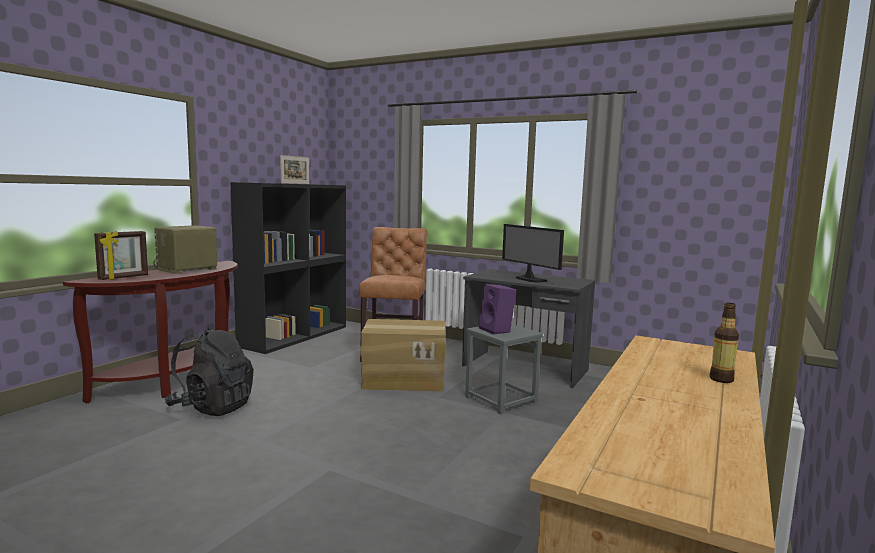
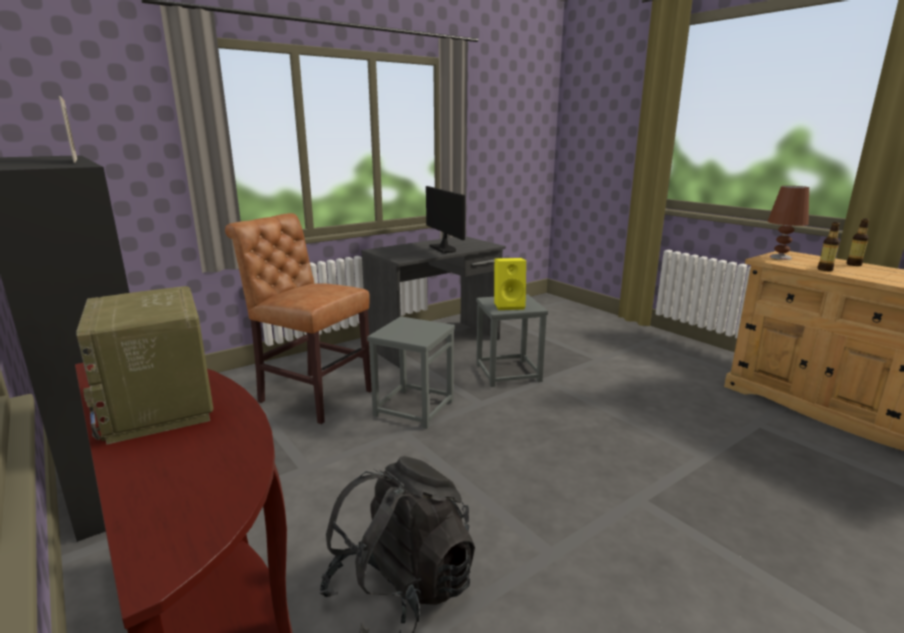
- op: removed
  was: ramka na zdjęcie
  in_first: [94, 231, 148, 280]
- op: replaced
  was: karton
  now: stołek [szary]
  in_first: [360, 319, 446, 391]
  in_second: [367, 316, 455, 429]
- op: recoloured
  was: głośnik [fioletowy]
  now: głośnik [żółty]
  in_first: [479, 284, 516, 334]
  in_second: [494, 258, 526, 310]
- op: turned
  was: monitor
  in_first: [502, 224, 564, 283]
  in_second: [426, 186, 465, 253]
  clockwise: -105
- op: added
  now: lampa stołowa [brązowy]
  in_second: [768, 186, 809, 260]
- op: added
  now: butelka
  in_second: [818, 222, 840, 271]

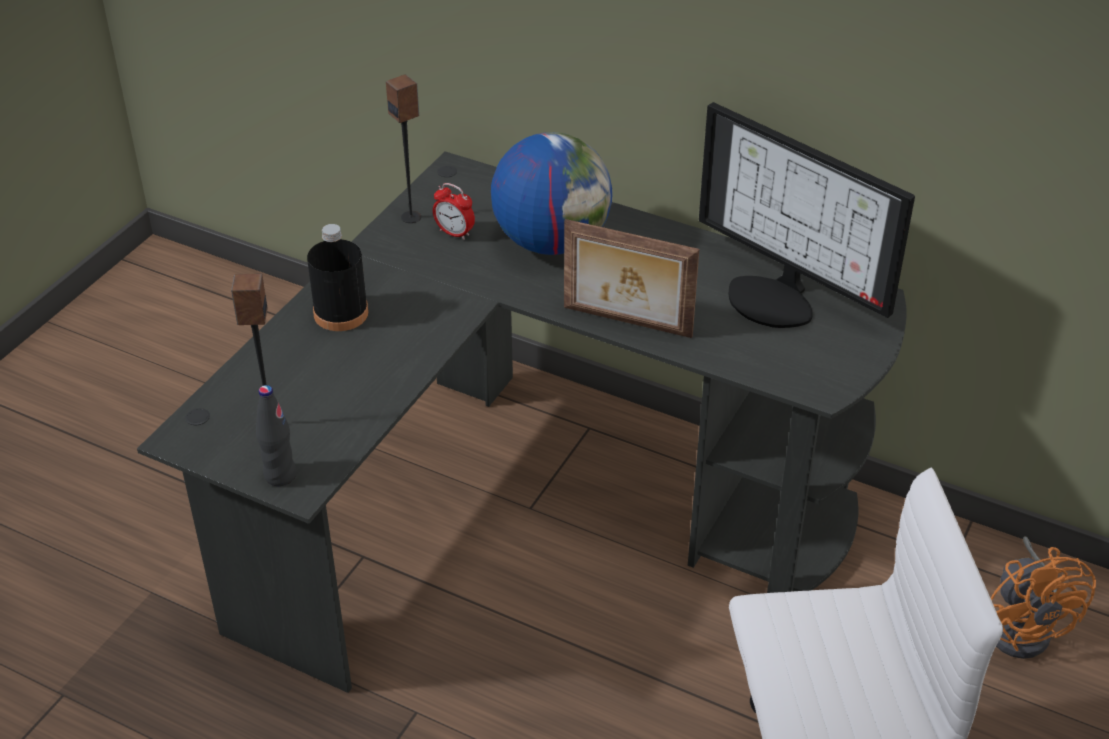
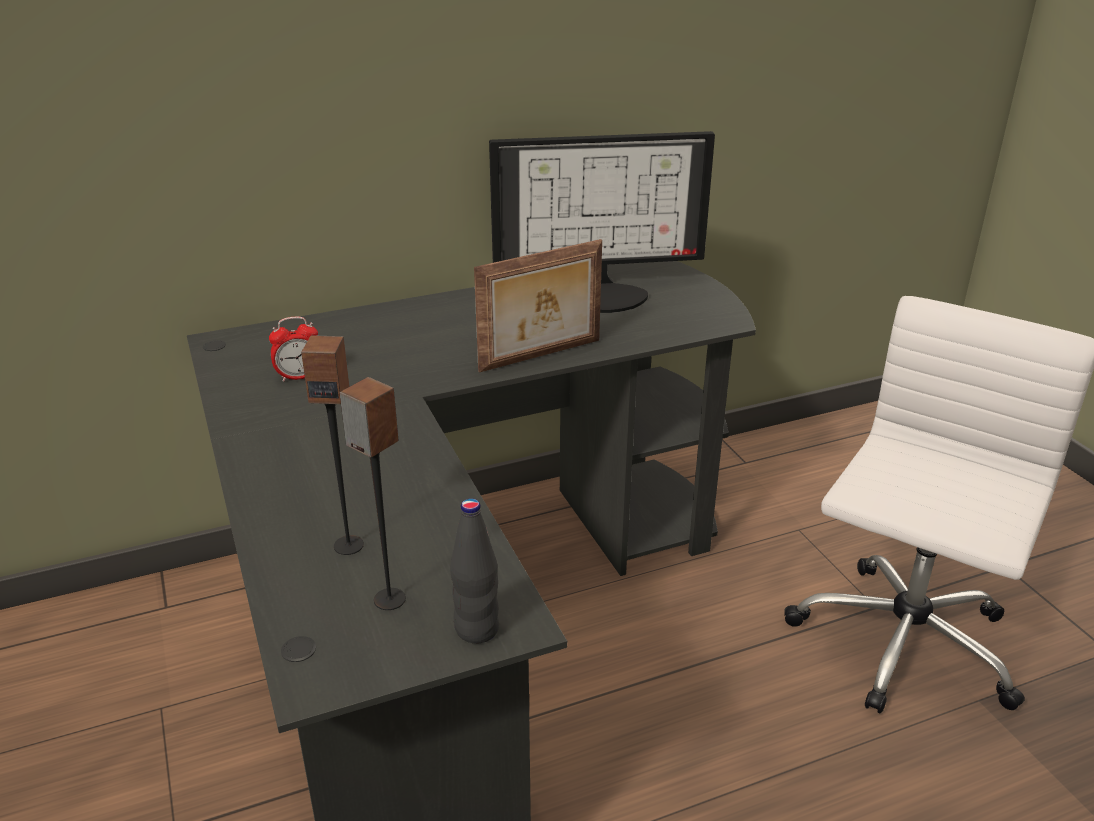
- op: removed
  was: butelka [czarny]
  in_first: [307, 224, 369, 331]
- op: moved
  was: głośnik
  in_first: [386, 74, 421, 223]
  in_second: [301, 335, 364, 555]
- op: removed
  was: globus
  in_first: [491, 132, 613, 255]
- op: removed
  was: wentylator [pomarańczowy]
  in_first: [991, 536, 1096, 659]

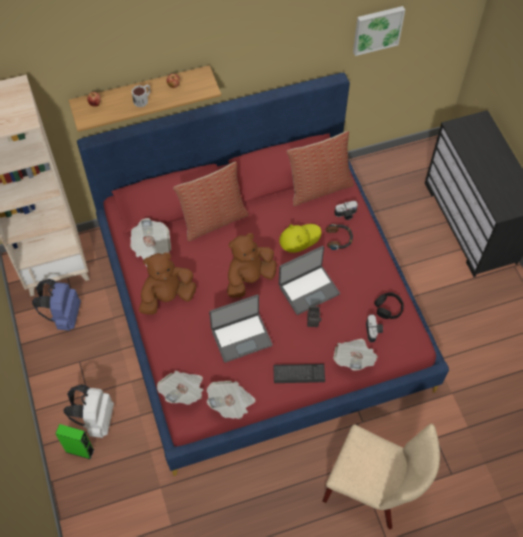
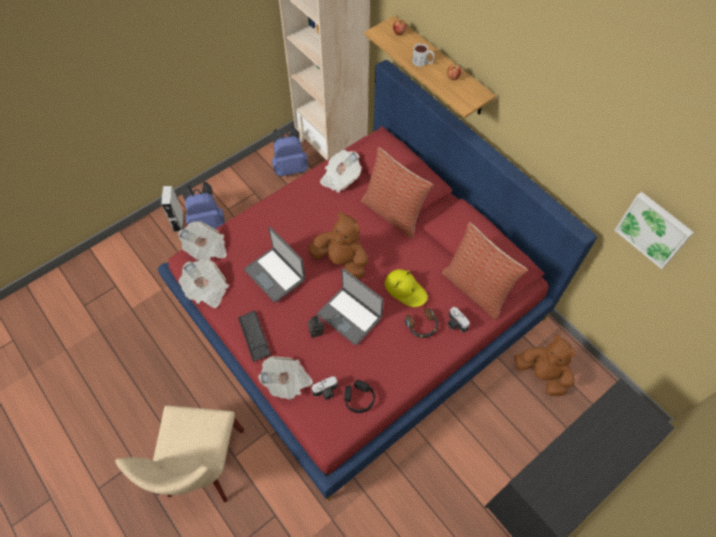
- op: recoloured
  was: głośnik [zielony]
  now: głośnik [szary]
  in_first: [55, 424, 94, 459]
  in_second: [161, 186, 184, 232]
- op: recoloured
  was: plecak [biały]
  now: plecak [niebieski]
  in_first: [63, 384, 114, 438]
  in_second: [182, 182, 225, 229]
- op: moved
  was: pluszak [brązowy]
  in_first: [139, 252, 197, 315]
  in_second: [514, 335, 575, 396]

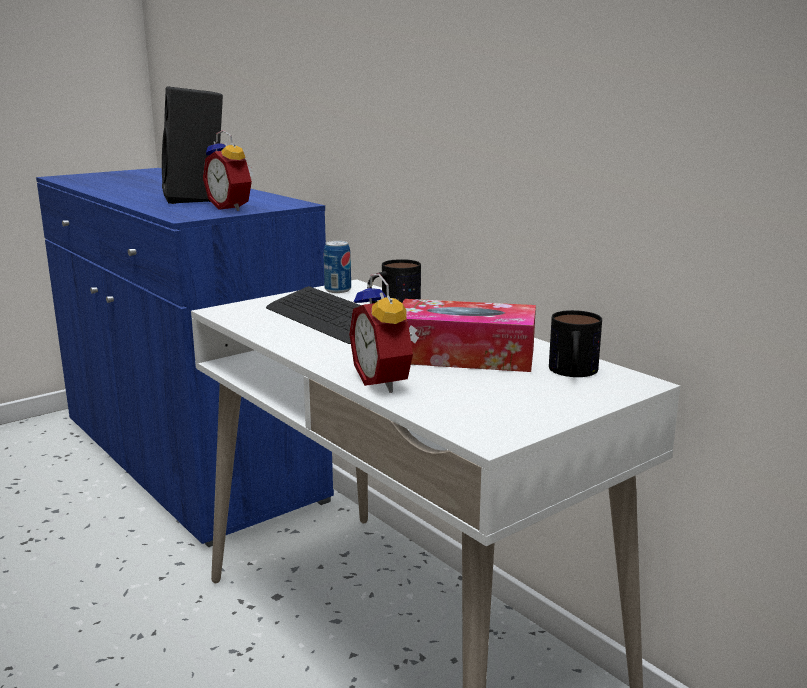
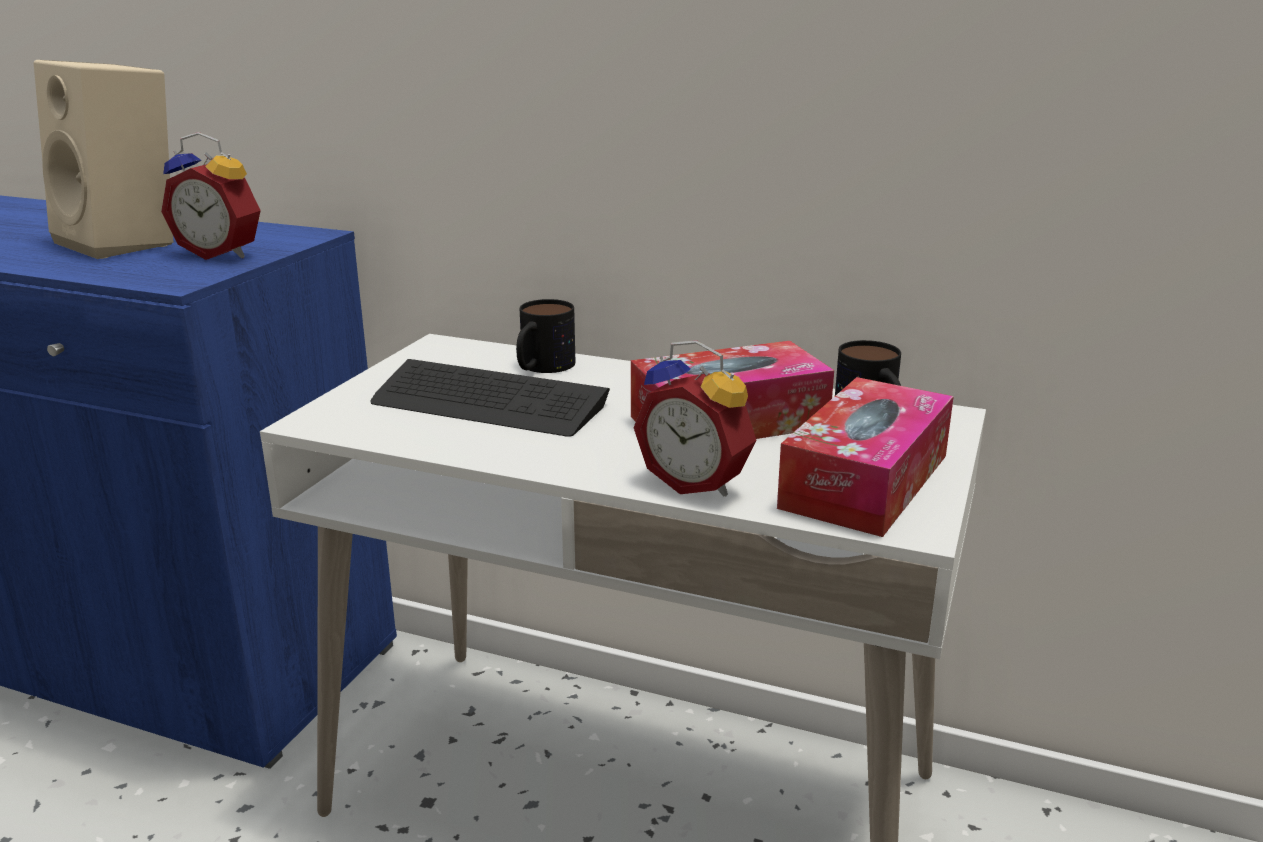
- op: recoloured
  was: głośnik [czarny]
  now: głośnik [beżowy]
  in_first: [162, 86, 223, 204]
  in_second: [34, 60, 173, 259]
- op: removed
  was: puszka
  in_first: [323, 241, 351, 293]
- op: added
  now: pudełko chusteczek
  in_second: [777, 377, 954, 537]

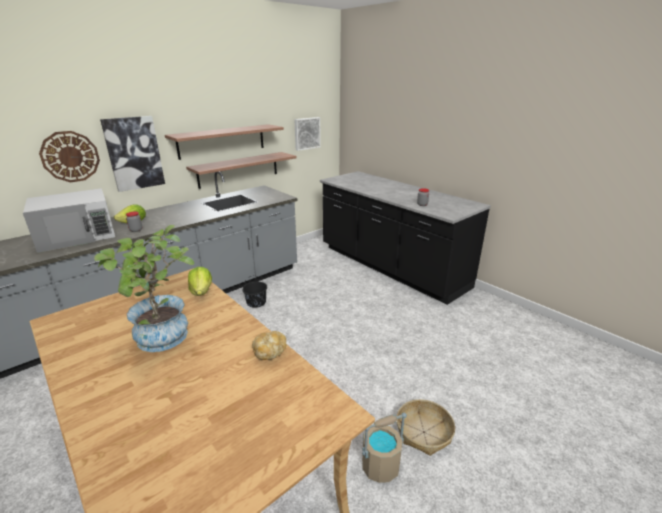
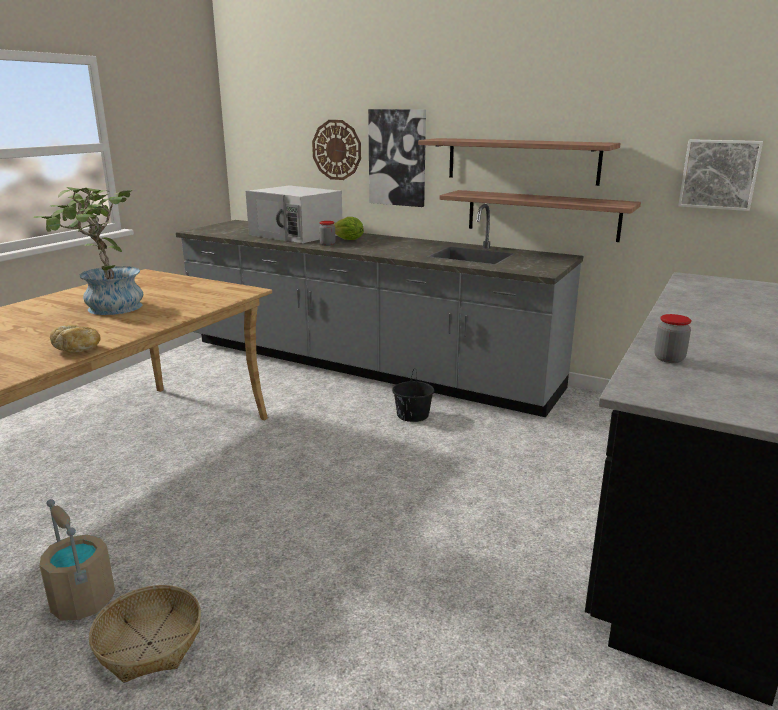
- op: removed
  was: sałata
  in_first: [188, 267, 212, 296]

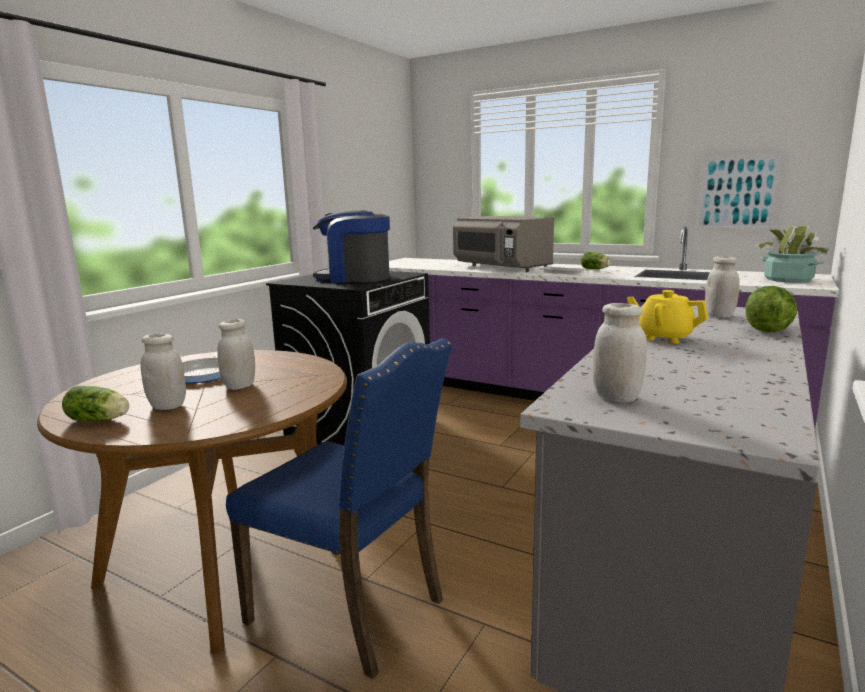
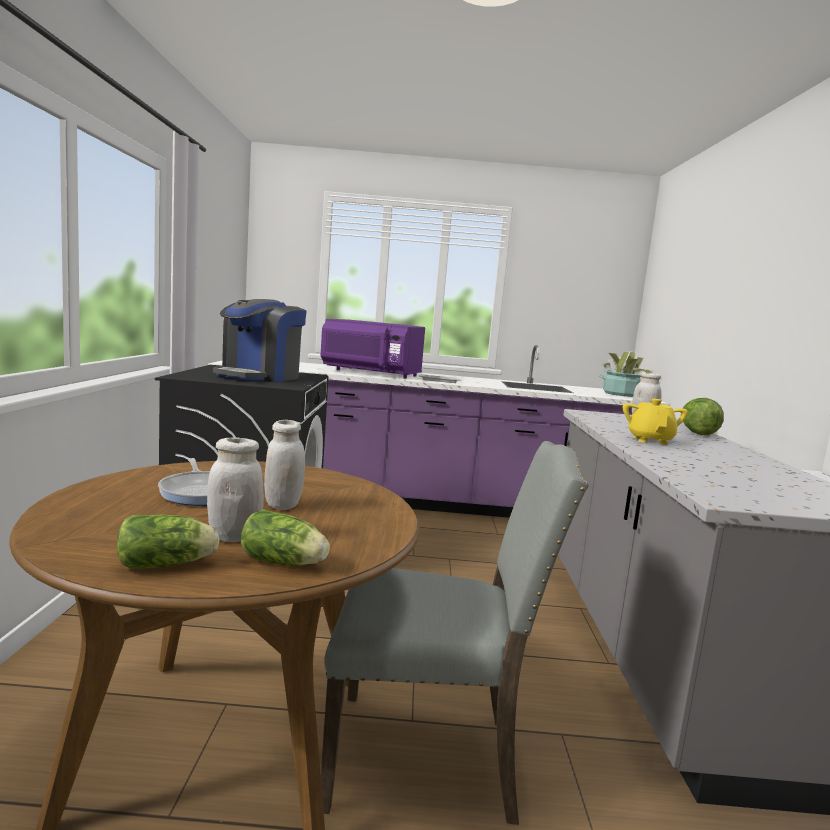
- op: recoloured
  was: krzesło [niebieski]
  now: krzesło [szary]
  in_first: [226, 338, 453, 679]
  in_second: [321, 441, 589, 825]
- op: turned
  was: ekspres do kawy
  in_first: [313, 210, 390, 283]
  in_second: [213, 299, 307, 382]
  clockwise: -45
- op: recoloured
  was: mikrofalówka [szary]
  now: mikrofalówka [fioletowy]
  in_first: [453, 216, 554, 272]
  in_second: [321, 319, 425, 379]
- op: moved
  was: sałata
  in_first: [581, 252, 611, 269]
  in_second: [241, 509, 330, 566]
- op: removed
  was: słoik [biały]
  in_first: [593, 303, 647, 403]
- op: turned
  was: imbryk [żółty]
  in_first: [627, 290, 708, 344]
  in_second: [623, 399, 688, 445]
  clockwise: 90
- op: removed
  was: obraz
  in_first: [696, 154, 783, 229]

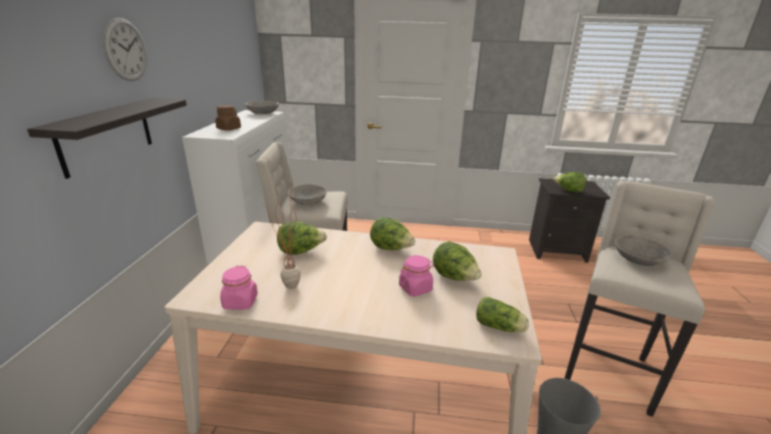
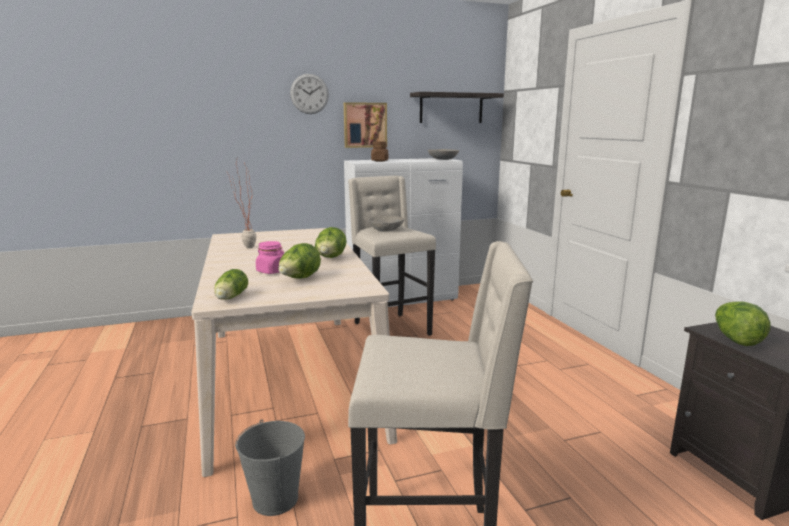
- op: moved
  was: półka
  in_first: [27, 98, 187, 179]
  in_second: [410, 92, 504, 123]
- op: removed
  was: słoik [różowy]
  in_first: [220, 266, 258, 310]
- op: removed
  was: sałata
  in_first: [277, 222, 327, 255]
- op: removed
  was: miska [szary]
  in_first: [615, 236, 672, 266]
- op: added
  now: obraz
  in_second: [344, 102, 387, 148]

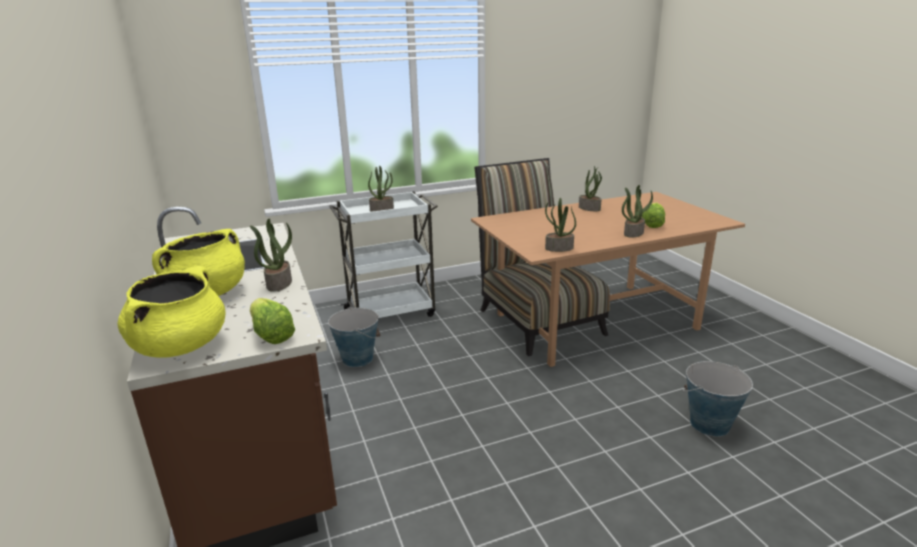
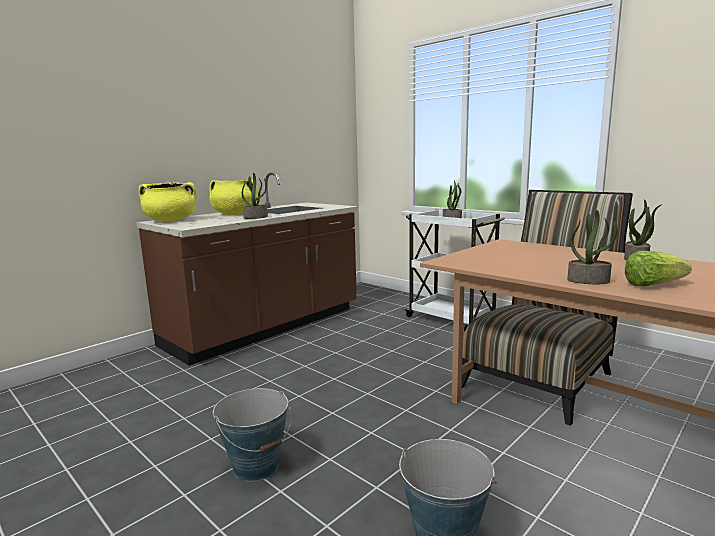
- op: removed
  was: sałata
  in_first: [250, 298, 295, 344]
- op: moved
  was: wiadro
  in_first: [328, 306, 380, 367]
  in_second: [213, 388, 291, 482]
- op: removed
  was: roślina doniczkowa
  in_first: [545, 198, 576, 252]

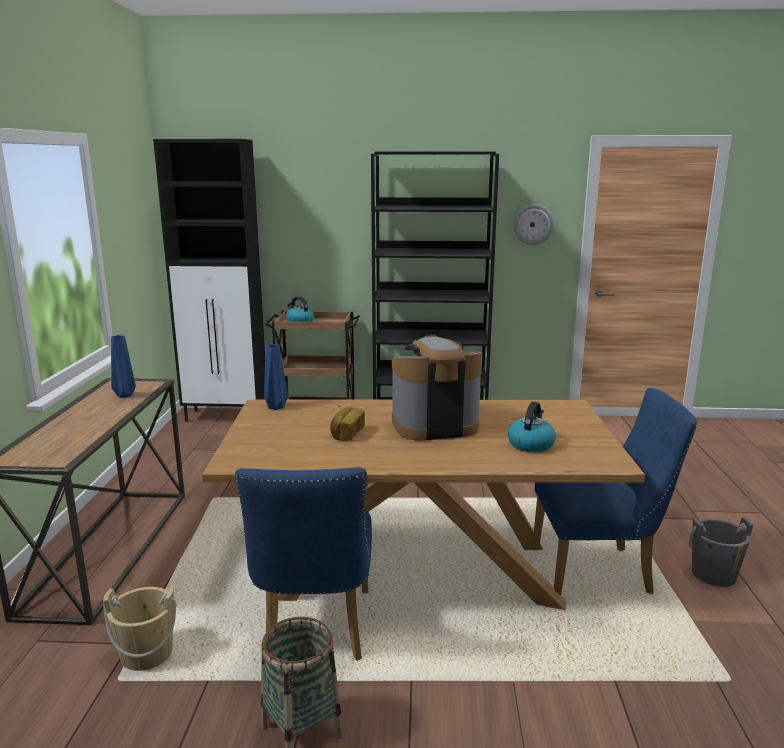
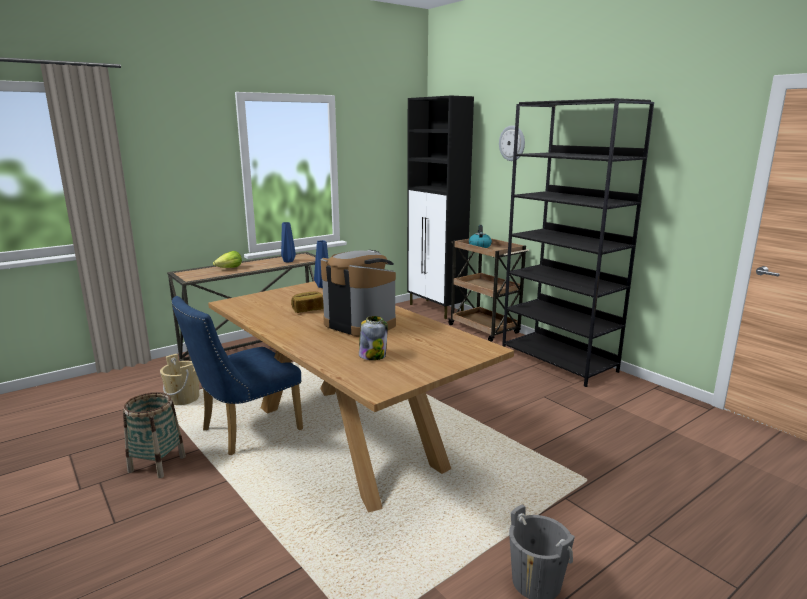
- op: replaced
  was: czajnik
  now: słoik
  in_first: [508, 401, 556, 452]
  in_second: [359, 316, 388, 360]
- op: moved
  was: zegar ścienny
  in_first: [513, 204, 554, 245]
  in_second: [499, 125, 525, 161]
- op: removed
  was: krzesło [niebieski]
  in_first: [533, 387, 697, 595]
- op: added
  now: sałata
  in_second: [213, 251, 242, 268]

